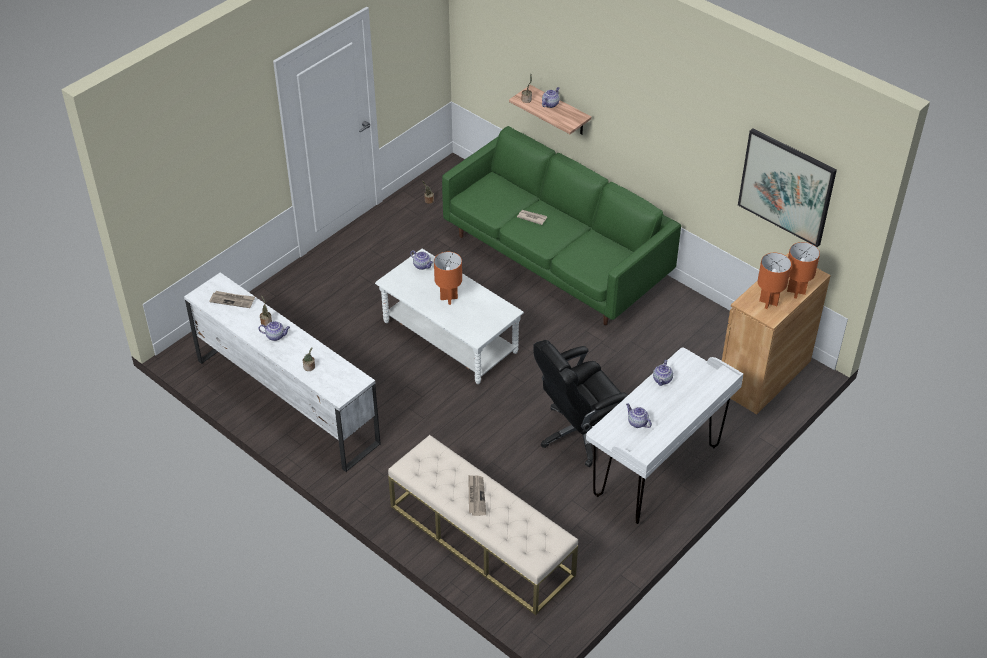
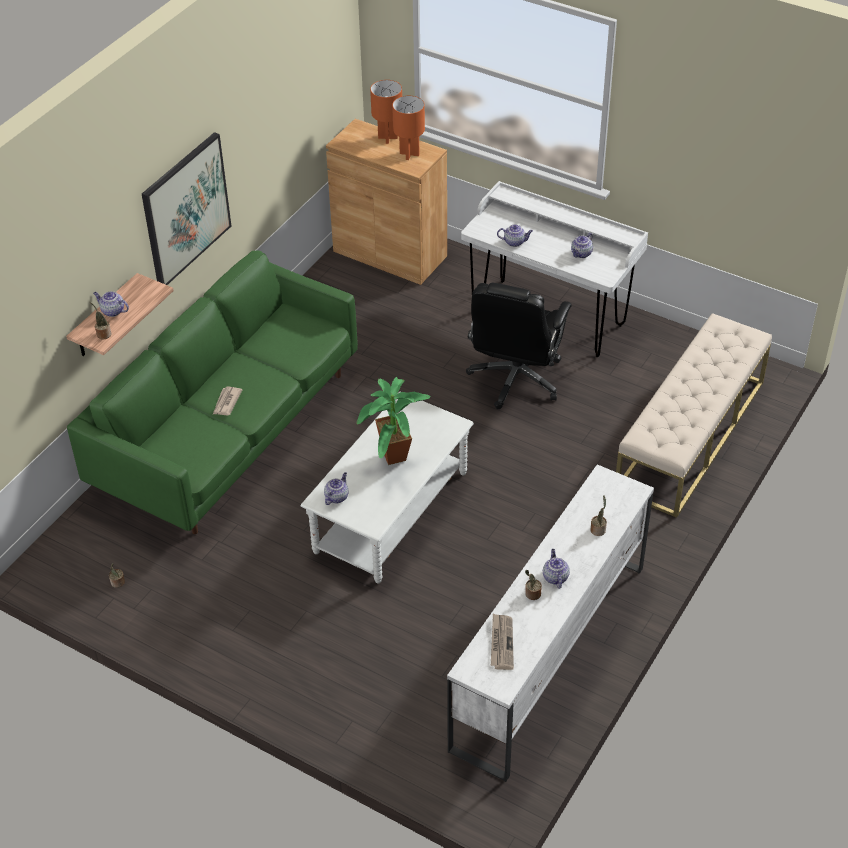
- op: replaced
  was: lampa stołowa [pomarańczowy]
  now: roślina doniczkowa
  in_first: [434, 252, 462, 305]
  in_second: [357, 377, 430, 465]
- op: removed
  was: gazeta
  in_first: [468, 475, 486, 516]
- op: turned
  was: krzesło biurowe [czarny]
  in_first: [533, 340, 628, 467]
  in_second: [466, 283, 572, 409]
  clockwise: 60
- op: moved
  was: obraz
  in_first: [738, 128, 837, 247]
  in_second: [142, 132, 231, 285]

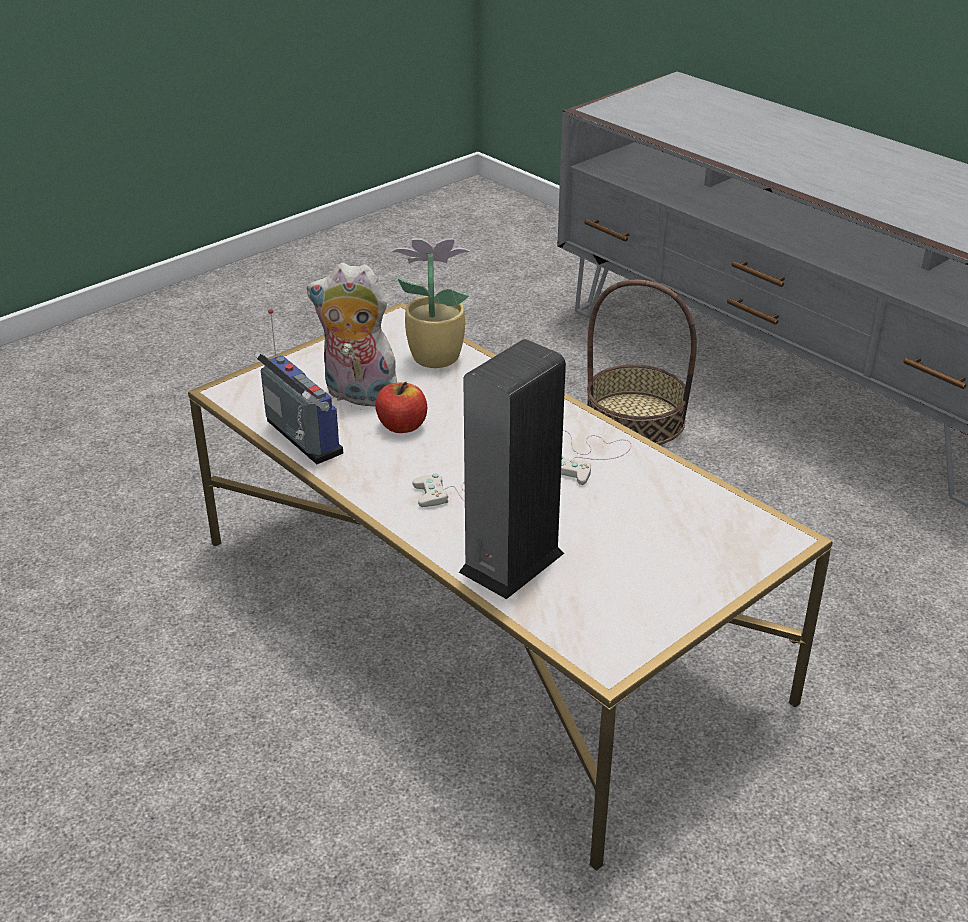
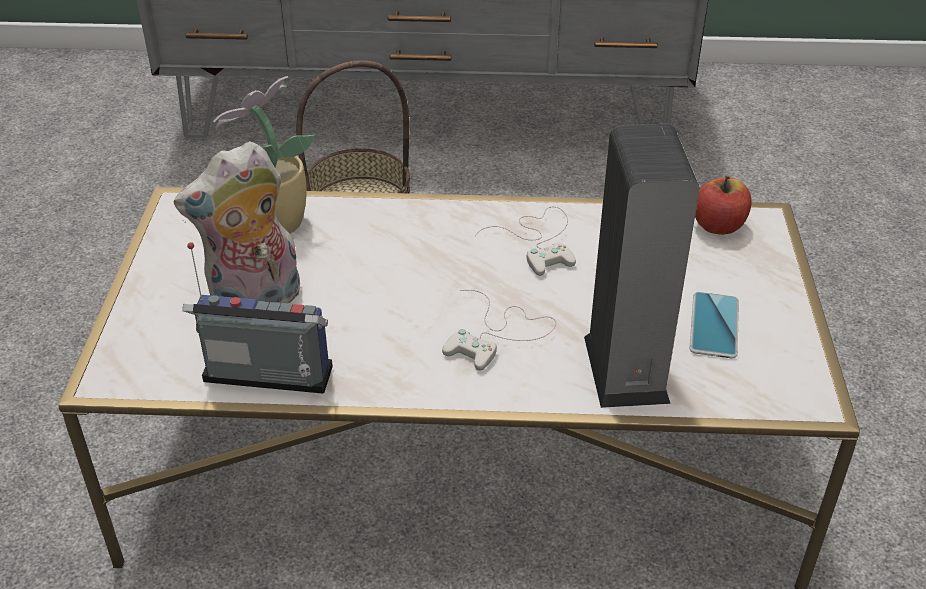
- op: moved
  was: jabłko
  in_first: [375, 381, 427, 433]
  in_second: [695, 176, 752, 235]
- op: added
  now: telefon
  in_second: [690, 292, 739, 358]

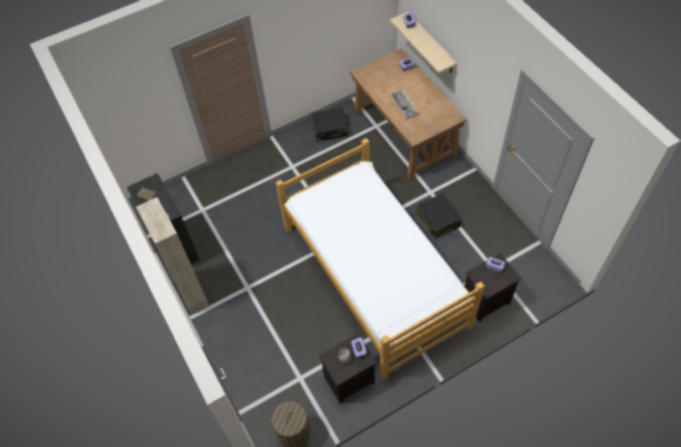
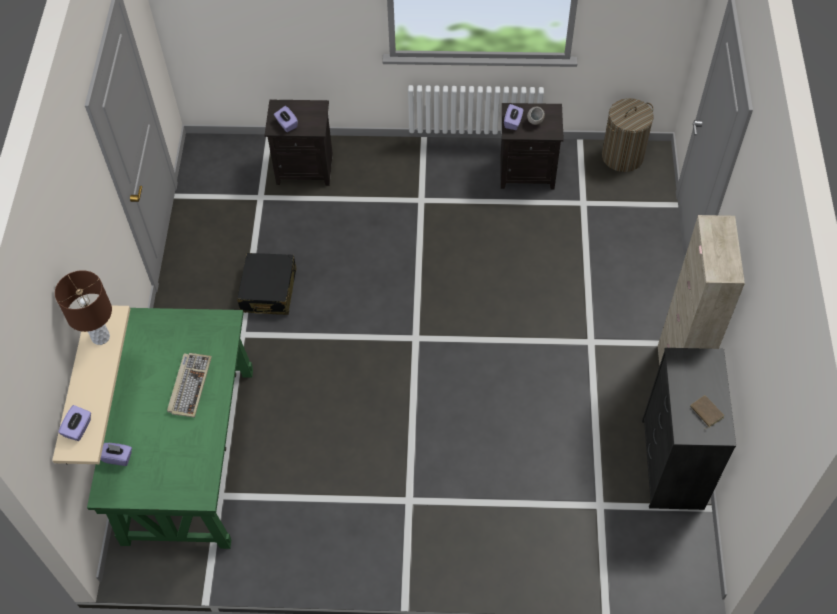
- op: removed
  was: łóżko
  in_first: [276, 138, 485, 380]
- op: removed
  was: walizka [czarny]
  in_first: [312, 107, 349, 142]
- op: recoloured
  was: biurko [brązowy]
  now: biurko [zielony]
  in_first: [350, 48, 467, 180]
  in_second: [87, 308, 253, 549]
- op: added
  now: lampa stołowa [brązowy]
  in_second: [55, 270, 112, 345]

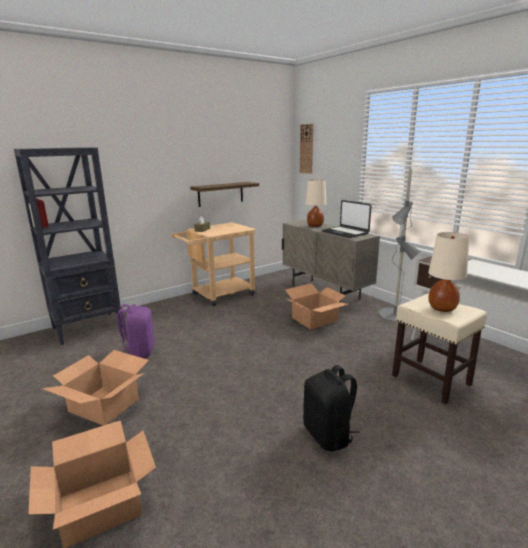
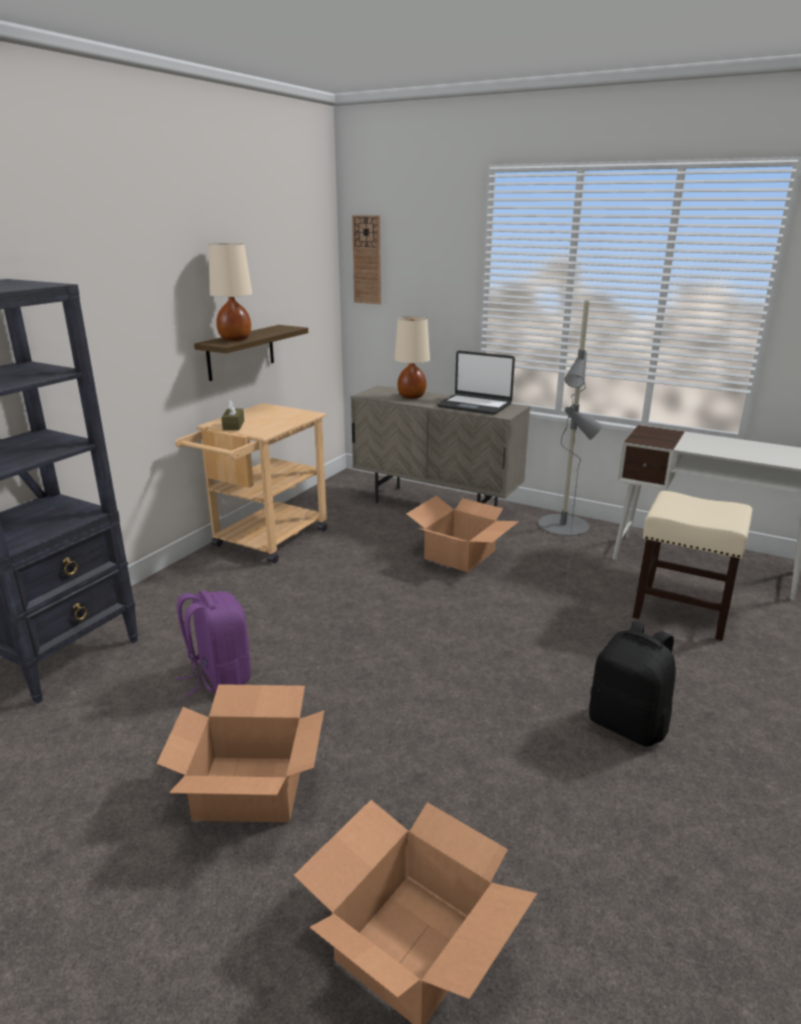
- op: moved
  was: lampa stołowa [beżowy]
  in_first: [428, 232, 470, 312]
  in_second: [209, 243, 252, 341]

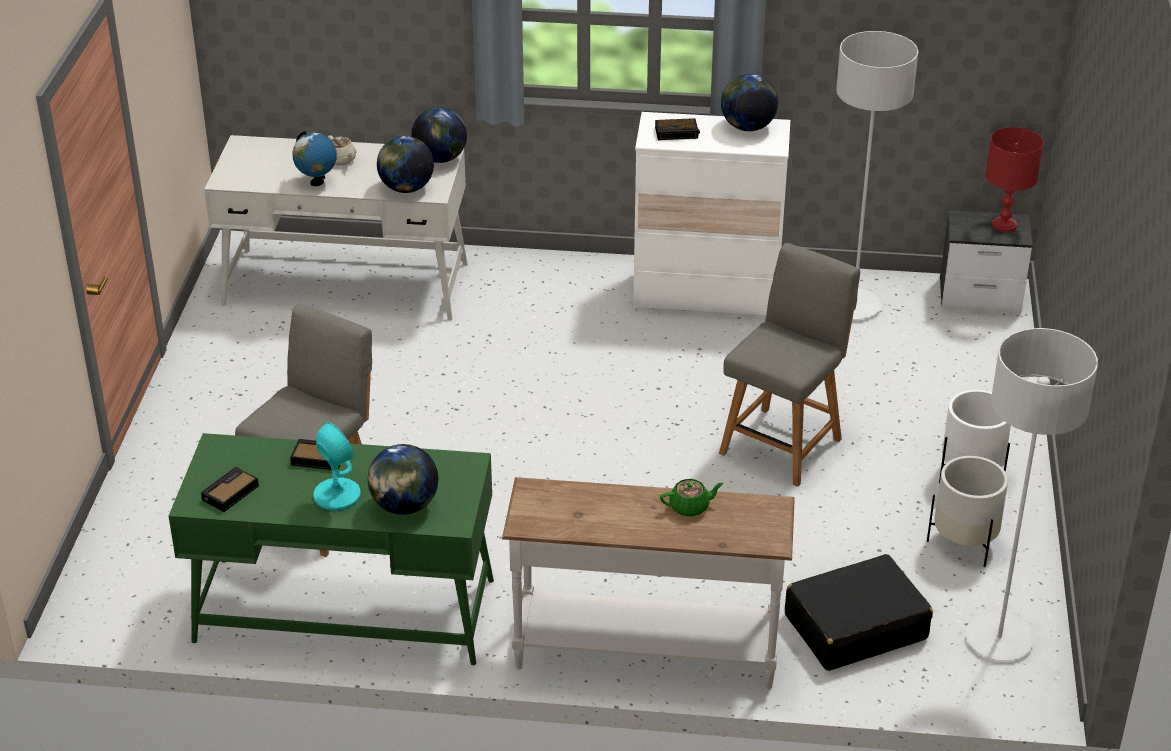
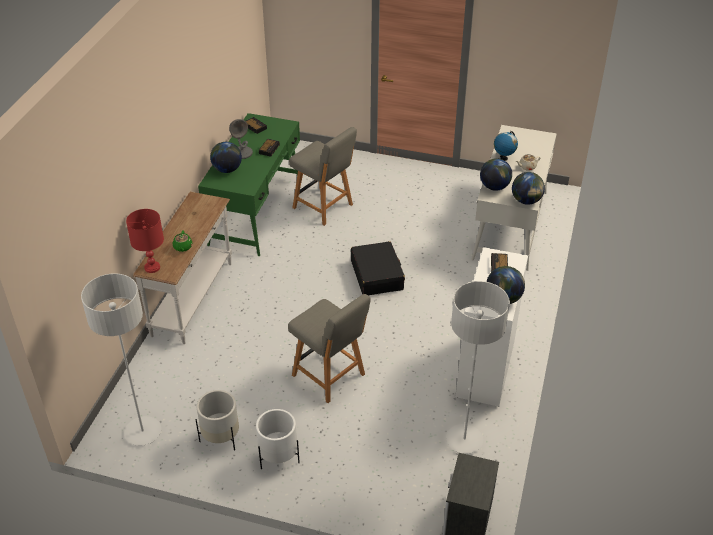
- op: recoloured
  was: lampa stołowa [turkusowy]
  now: lampa stołowa [szary]
  in_first: [313, 422, 361, 511]
  in_second: [229, 119, 253, 159]
- op: moved
  was: walizka [czarny]
  in_first: [785, 554, 933, 671]
  in_second: [351, 241, 405, 295]
- op: moved
  was: lampa stołowa [czerwony]
  in_first: [986, 127, 1043, 232]
  in_second: [126, 209, 164, 273]

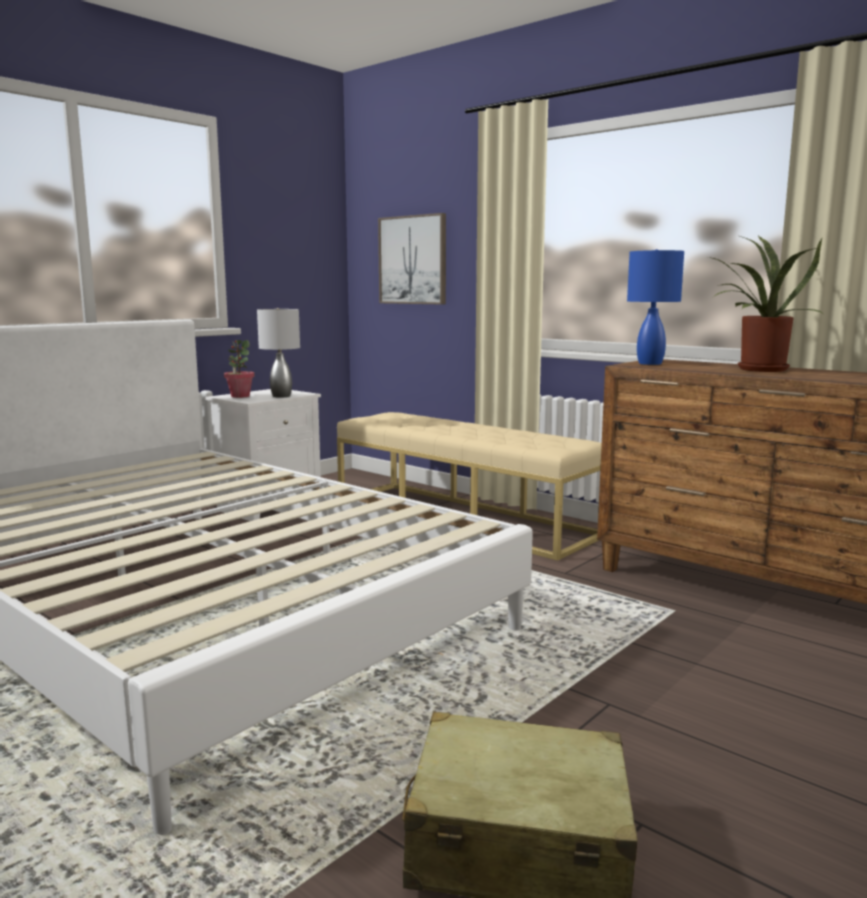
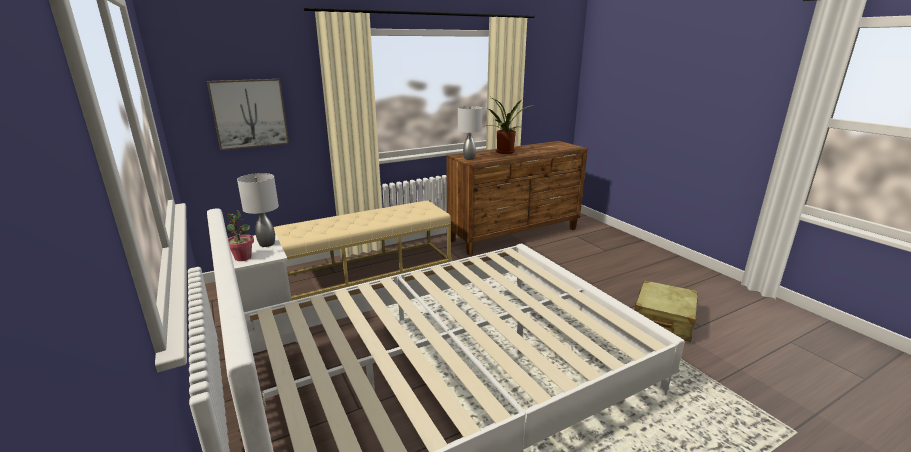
- op: recoloured
  was: lampa stołowa [niebieski]
  now: lampa stołowa [szary]
  in_first: [627, 249, 684, 365]
  in_second: [458, 106, 482, 160]

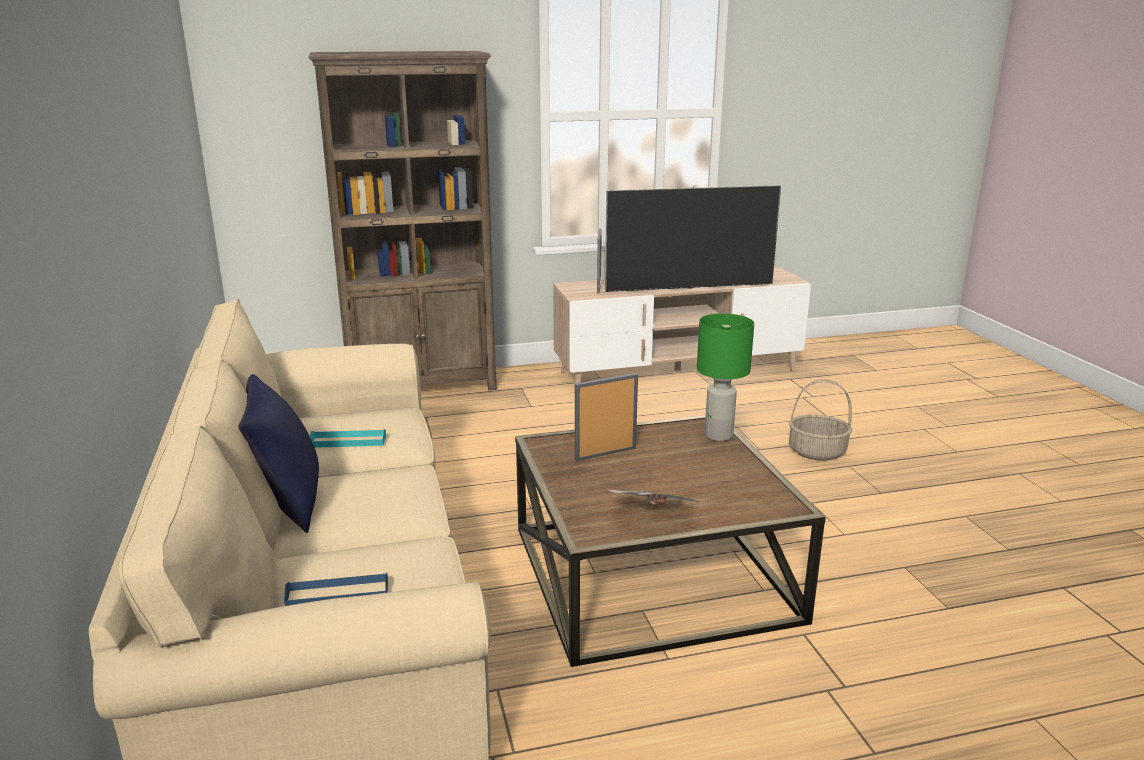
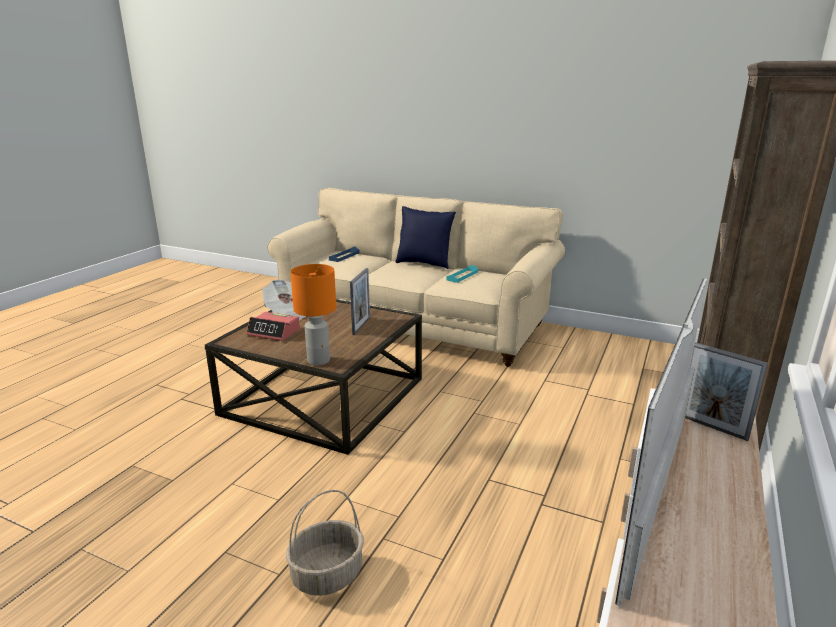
- op: recoloured
  was: lampa stołowa [zielony]
  now: lampa stołowa [pomarańczowy]
  in_first: [697, 313, 754, 441]
  in_second: [290, 264, 336, 365]
- op: added
  now: budzik
  in_second: [246, 312, 300, 341]

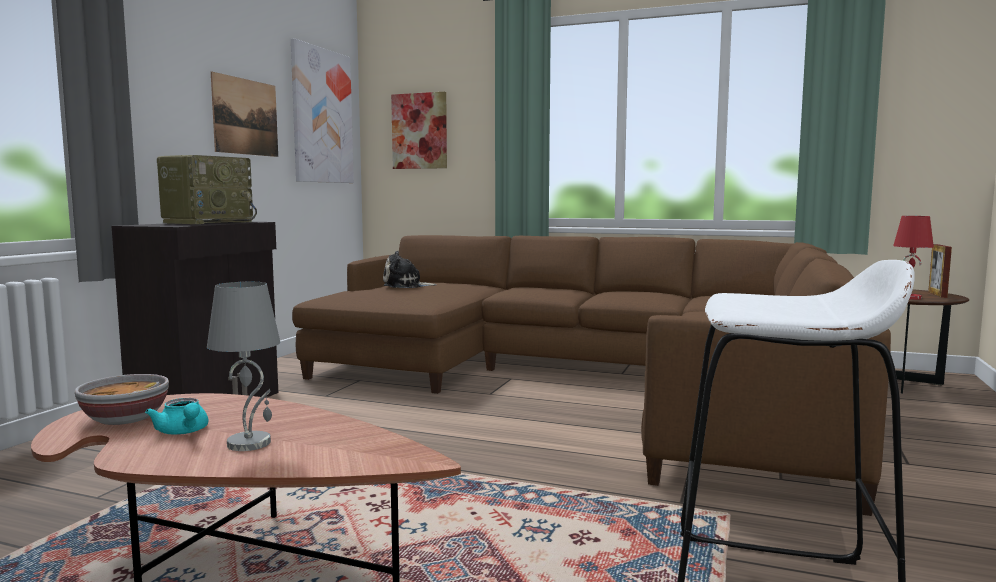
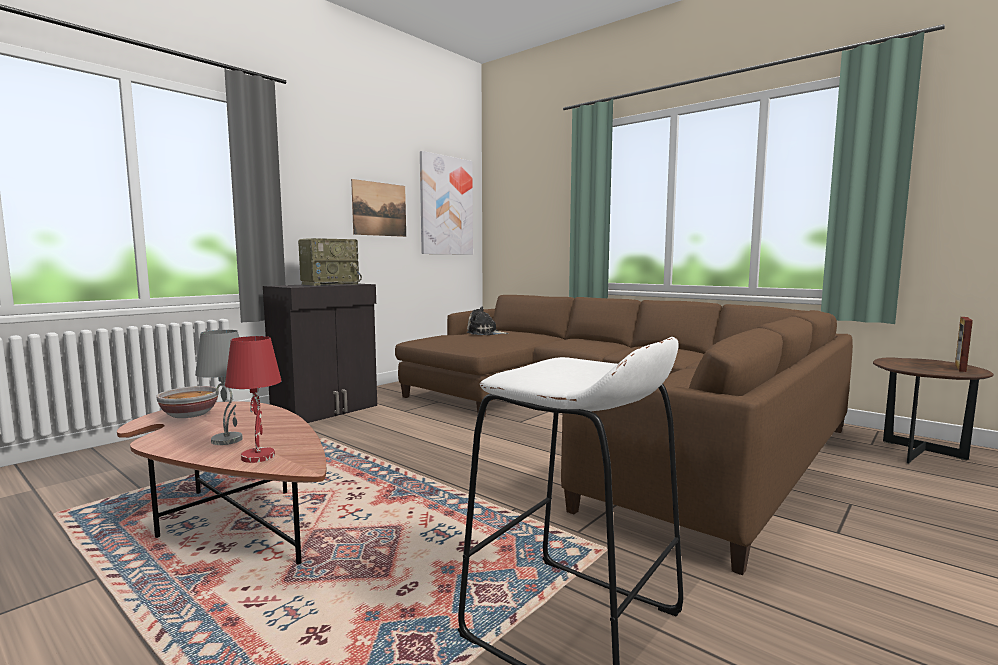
- op: removed
  was: imbryk [turkusowy]
  in_first: [145, 398, 208, 435]
- op: removed
  was: obraz
  in_first: [391, 92, 447, 169]
- op: moved
  was: lampa stołowa [czerwony]
  in_first: [893, 216, 934, 300]
  in_second: [225, 336, 282, 463]

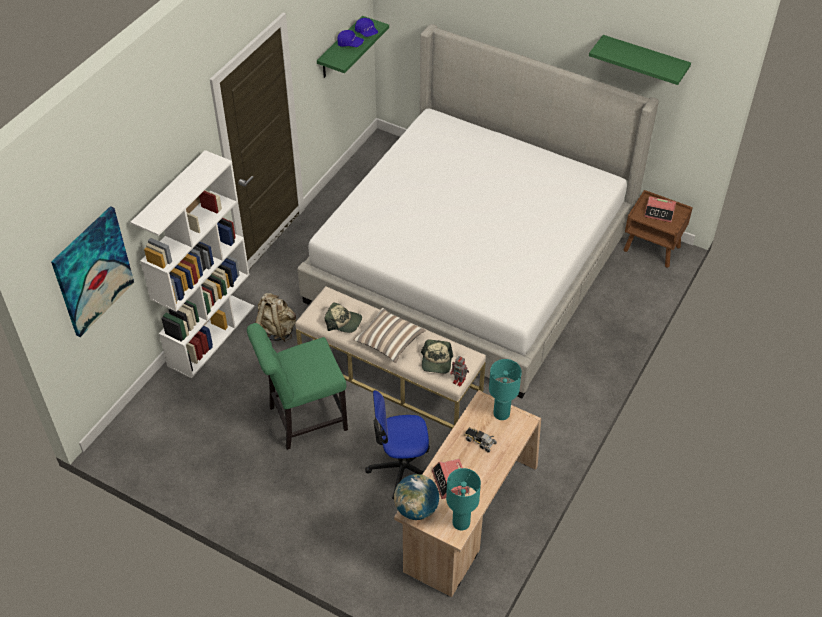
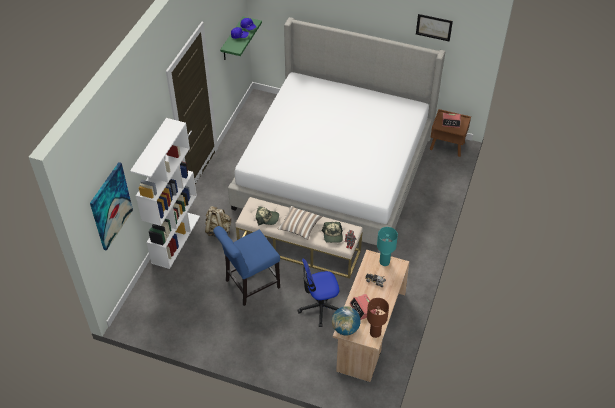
- op: recoloured
  was: krzesło [zielony]
  now: krzesło [niebieski]
  in_first: [247, 323, 348, 450]
  in_second: [213, 226, 280, 306]
- op: recoloured
  was: lampa stołowa [turkusowy]
  now: lampa stołowa [brązowy]
  in_first: [446, 468, 481, 530]
  in_second: [367, 298, 389, 338]
- op: replaced
  was: półka [zielony]
  now: obraz
  in_first: [589, 35, 691, 85]
  in_second: [416, 14, 453, 41]

